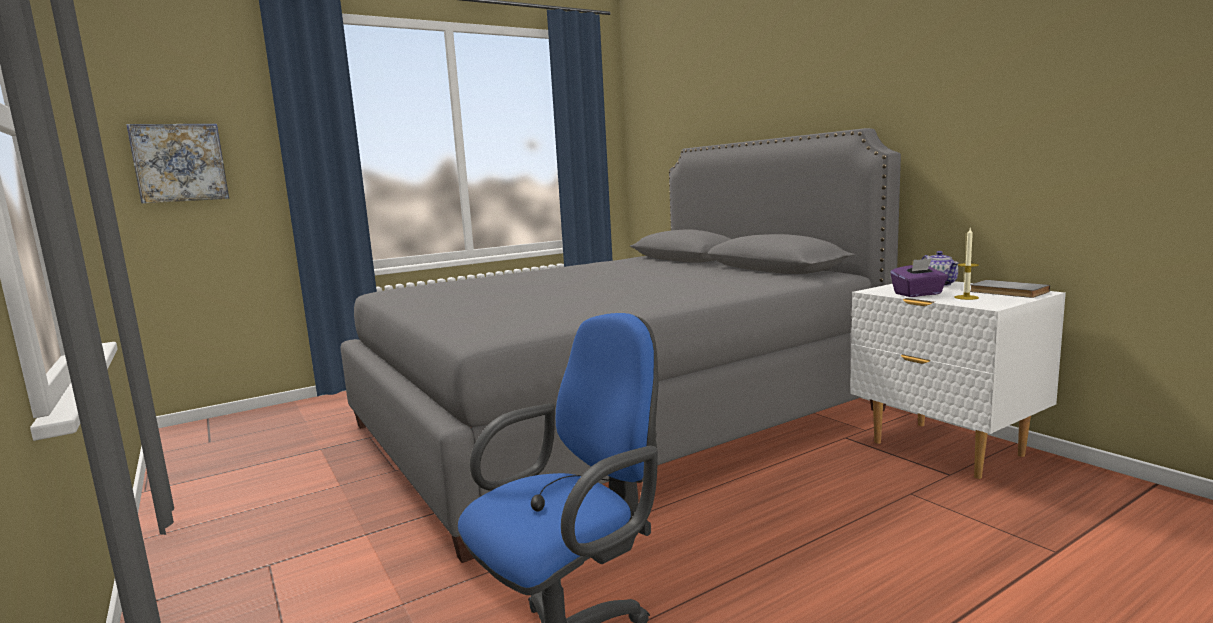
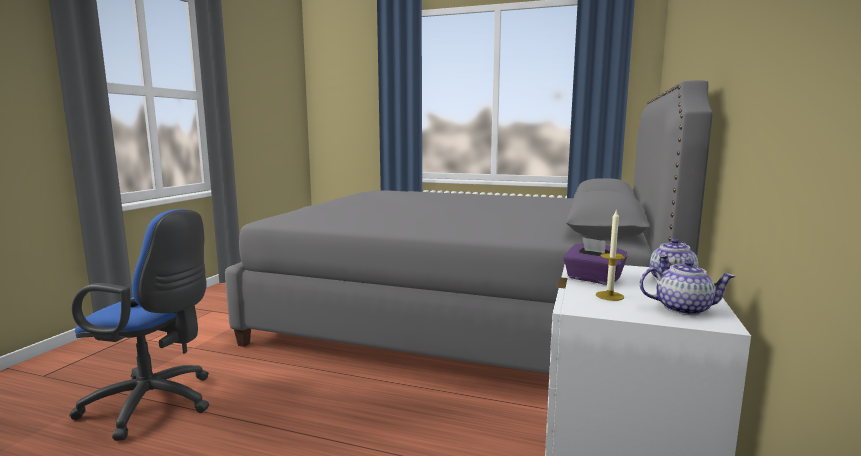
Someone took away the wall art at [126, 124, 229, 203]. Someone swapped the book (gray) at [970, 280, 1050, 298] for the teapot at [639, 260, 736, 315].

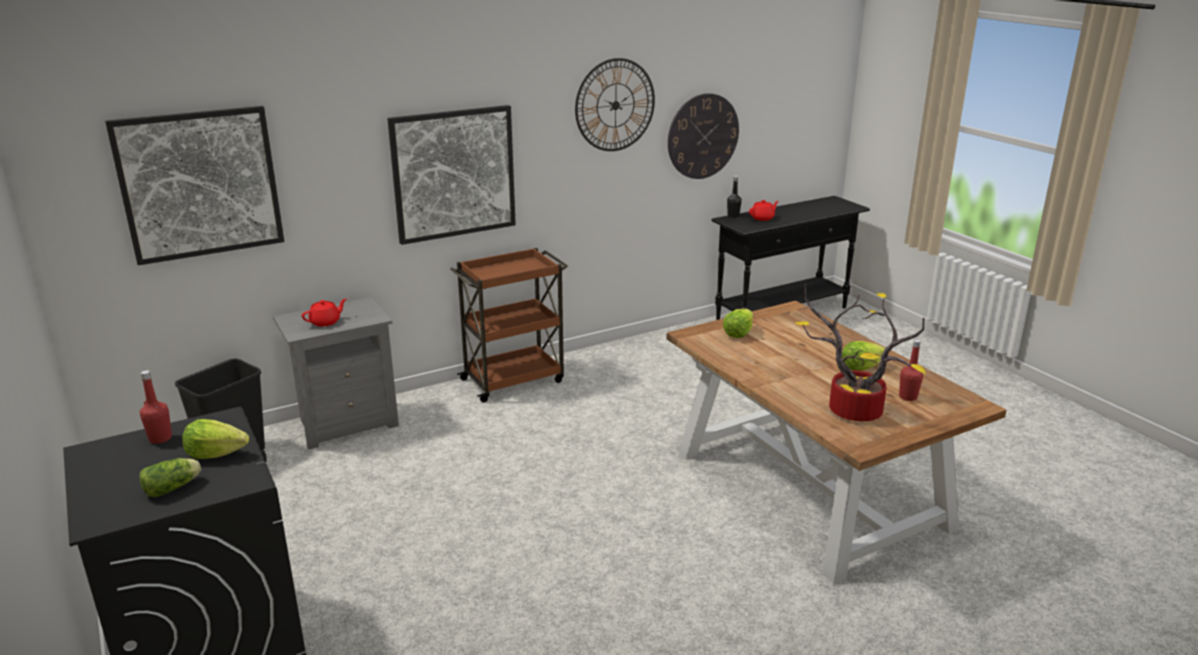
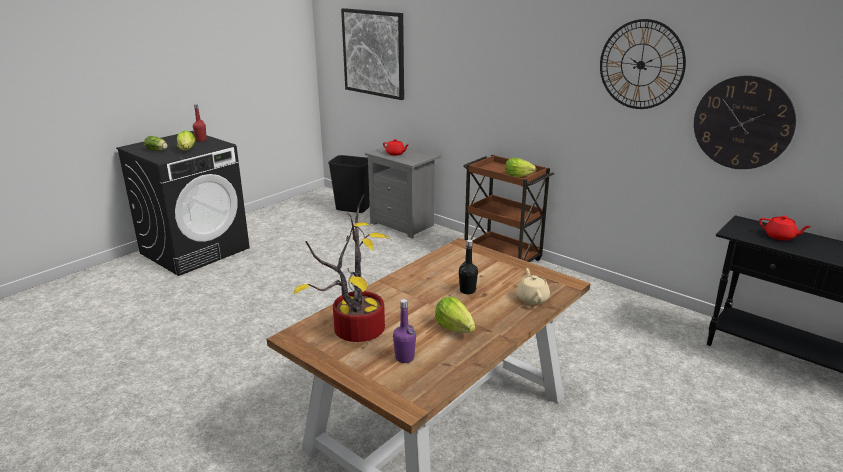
Someone took away the wall art at [387, 105, 516, 245]. Someone carried the head of lettuce from [723, 309, 753, 338] to [505, 158, 536, 177]. Someone carried the beverage bottle (black-coloured) from [727, 176, 742, 218] to [459, 240, 478, 294]. Someone repainted the beverage bottle (red-coloured) at [899, 340, 923, 401], which became the beverage bottle (purple-coloured) at [393, 299, 416, 363]. Someone put down the teapot (sand-coloured) at [517, 268, 550, 305].

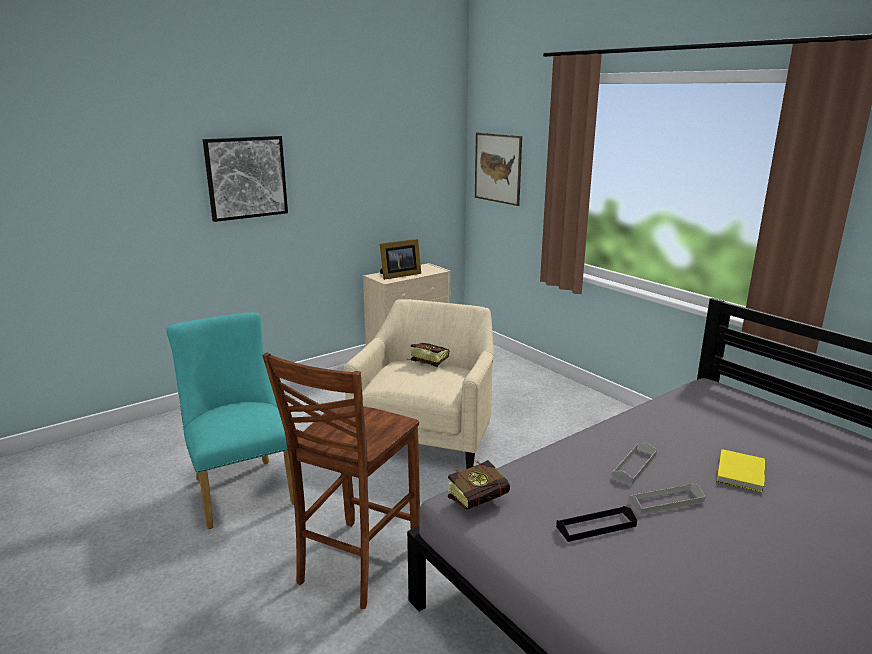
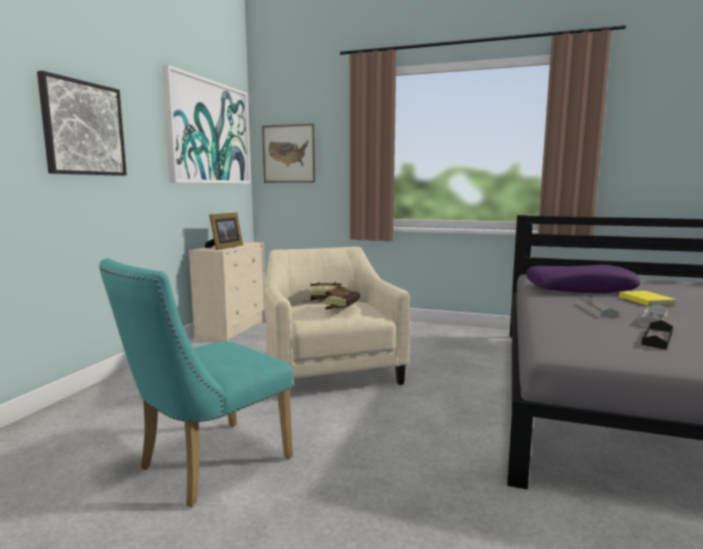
Someone rotated the chair (turquoise-coloured) at [166, 313, 294, 529] by 75 degrees counterclockwise. Someone took away the chair (brown) at [262, 352, 420, 609]. Someone carried the book from [448, 460, 510, 510] to [325, 286, 360, 309]. Someone put up the wall art at [161, 65, 251, 184]. Someone put down the pillow (purple-coloured) at [526, 265, 640, 293].

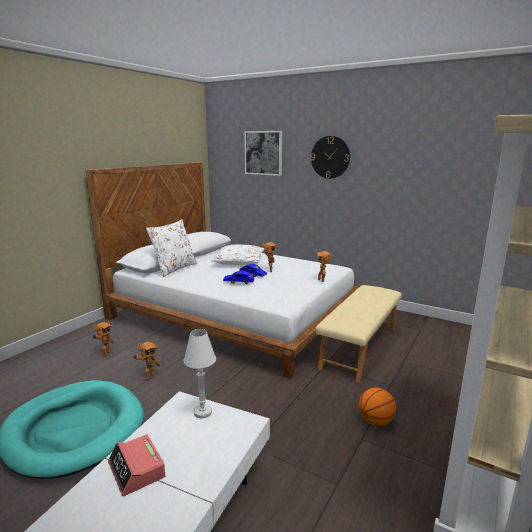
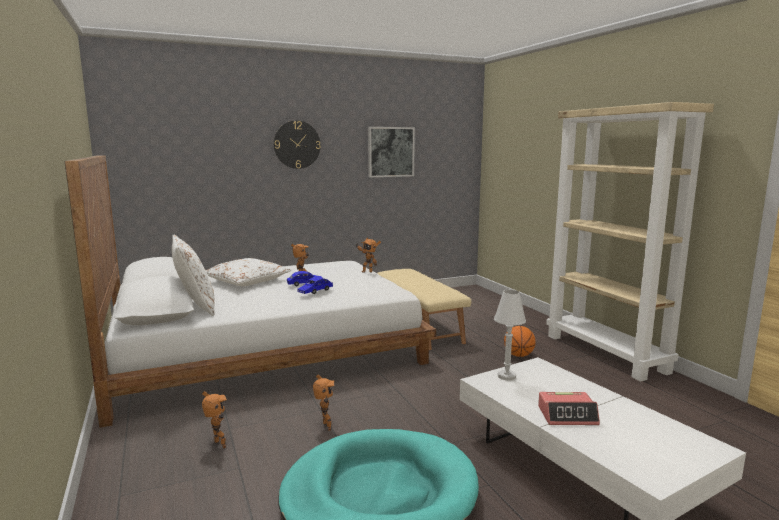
Someone carried the wall art from [244, 131, 282, 176] to [368, 127, 415, 177].

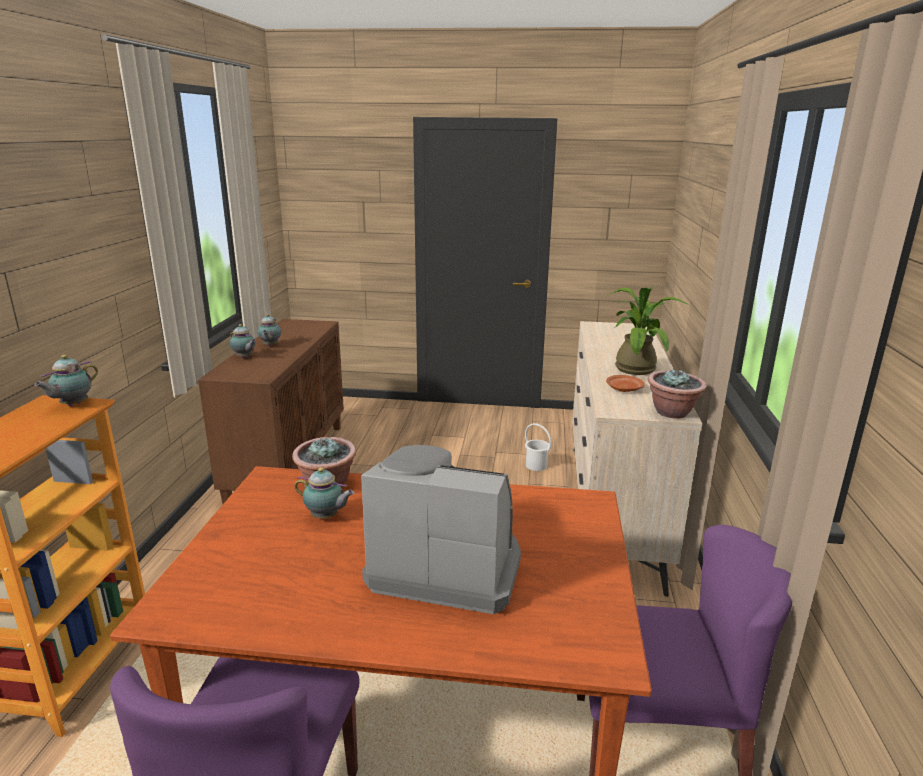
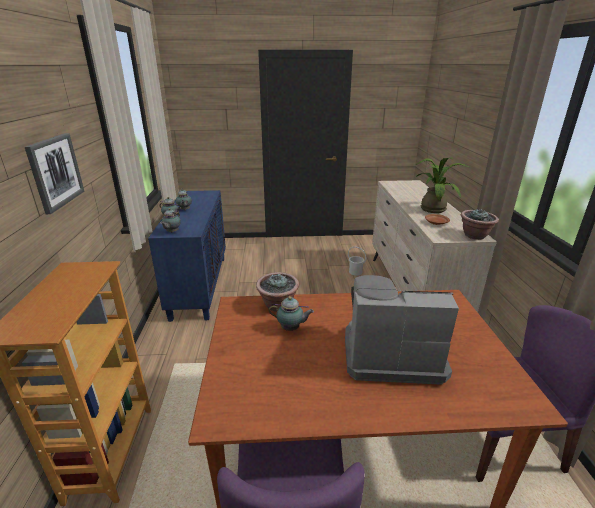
Someone carried the teapot from [34, 355, 98, 406] to [160, 208, 181, 233]. Someone repainted the storage cabinet (brown) at [198, 319, 344, 504], which became the storage cabinet (bluish) at [148, 190, 226, 322]. Someone put up the wall art at [25, 133, 84, 214].

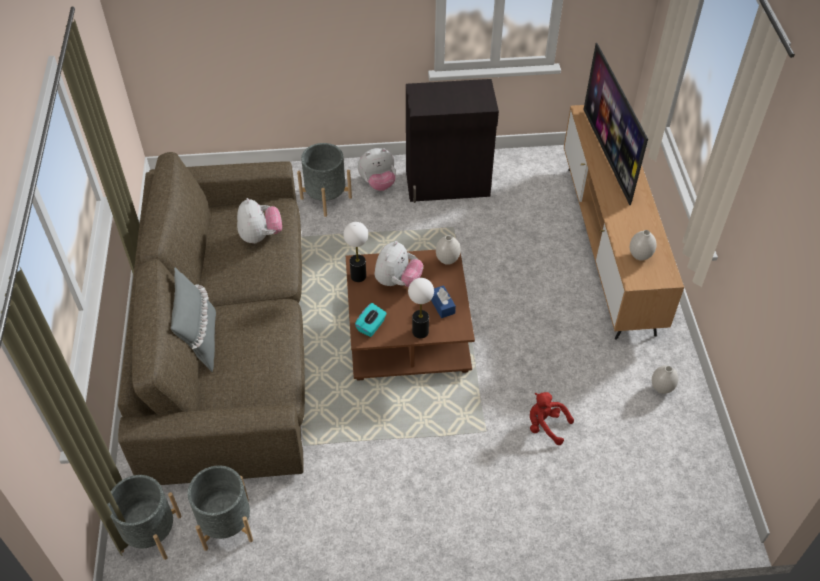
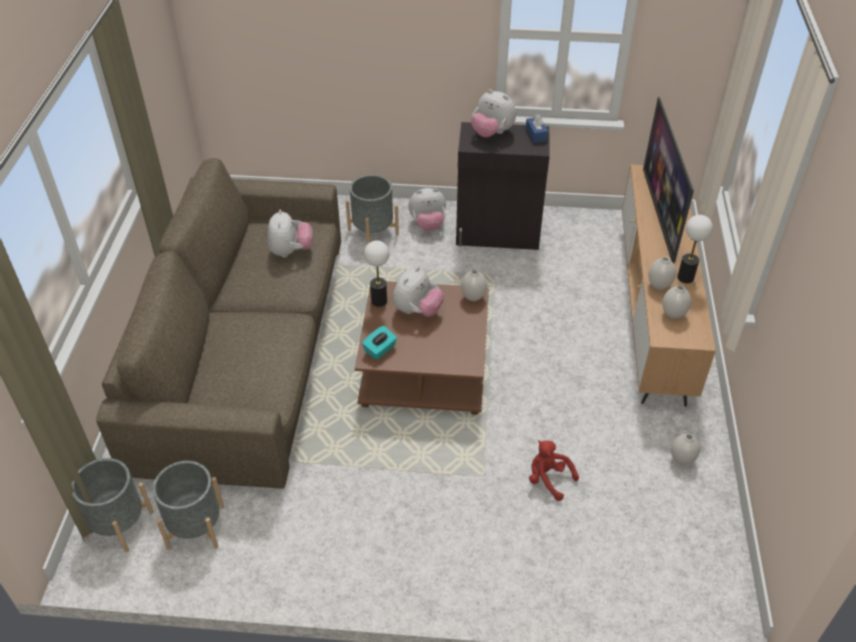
Someone took away the pillow (gray) at [171, 267, 216, 372]. Someone carried the table lamp from [408, 278, 434, 338] to [677, 215, 713, 283]. Someone carried the box of tissues (bluish) from [431, 285, 456, 318] to [526, 114, 548, 143]. Someone put down the soft toy at [471, 89, 516, 137]. Someone put down the flower vase (white) at [648, 256, 676, 290].

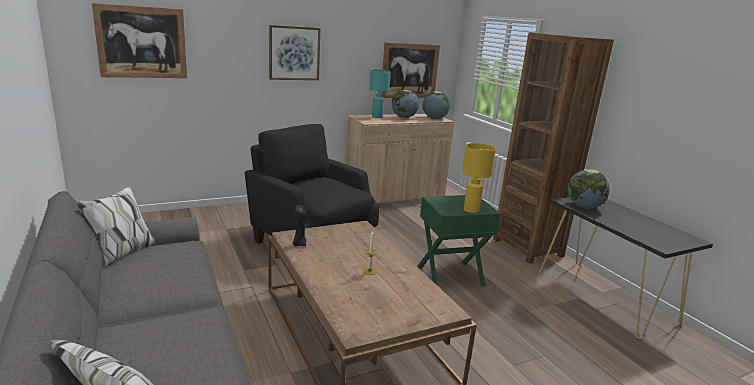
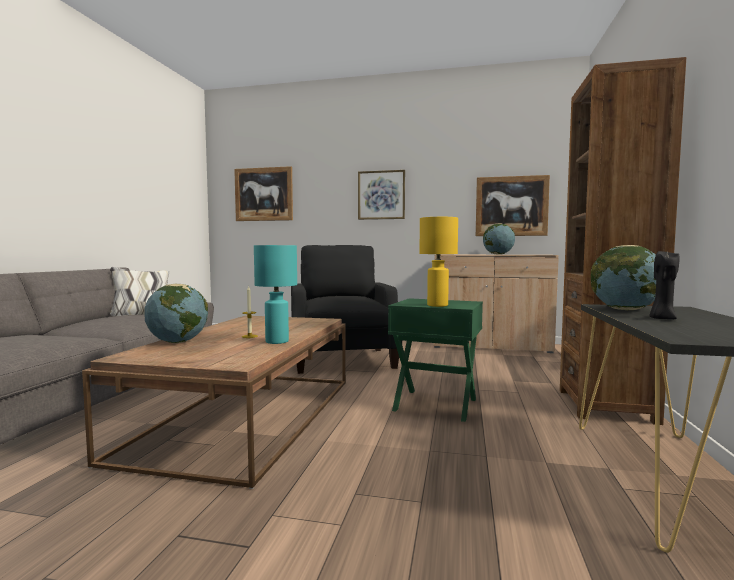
Someone carried the candle (black-coloured) from [293, 205, 307, 246] to [649, 249, 680, 319]. Someone carried the table lamp (turquoise-coloured) from [369, 69, 391, 118] to [254, 245, 297, 344]. Someone carried the desk globe from [422, 91, 450, 119] to [144, 284, 208, 343].

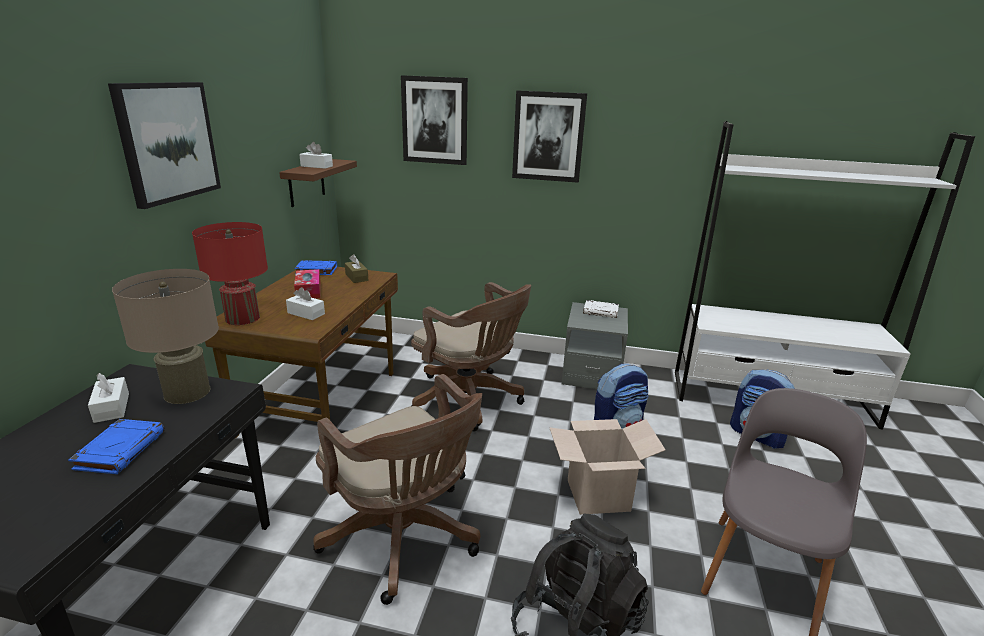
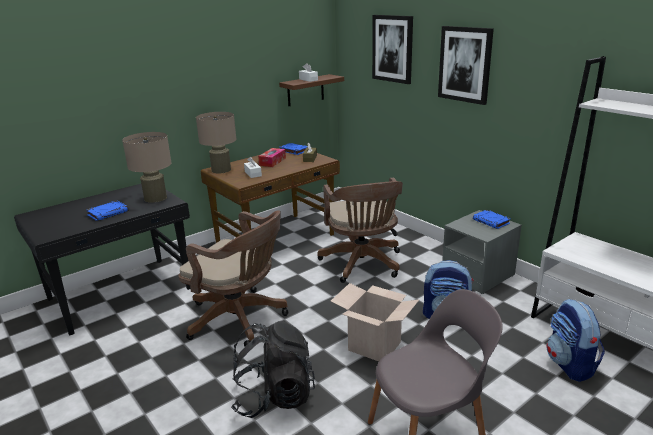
Someone took away the box of tissues (white) at [88, 373, 129, 423]. Someone took away the wall art at [108, 82, 221, 209]. Someone repainted the table lamp (red-coloured) at [192, 222, 268, 325], which became the table lamp (sand-coloured) at [196, 112, 236, 173]. Someone rotated the computer chair (brown) at [313, 374, 482, 605] by 60 degrees counterclockwise. Someone repainted the book (white) at [583, 300, 619, 318], which became the book (bluish) at [473, 210, 511, 229].

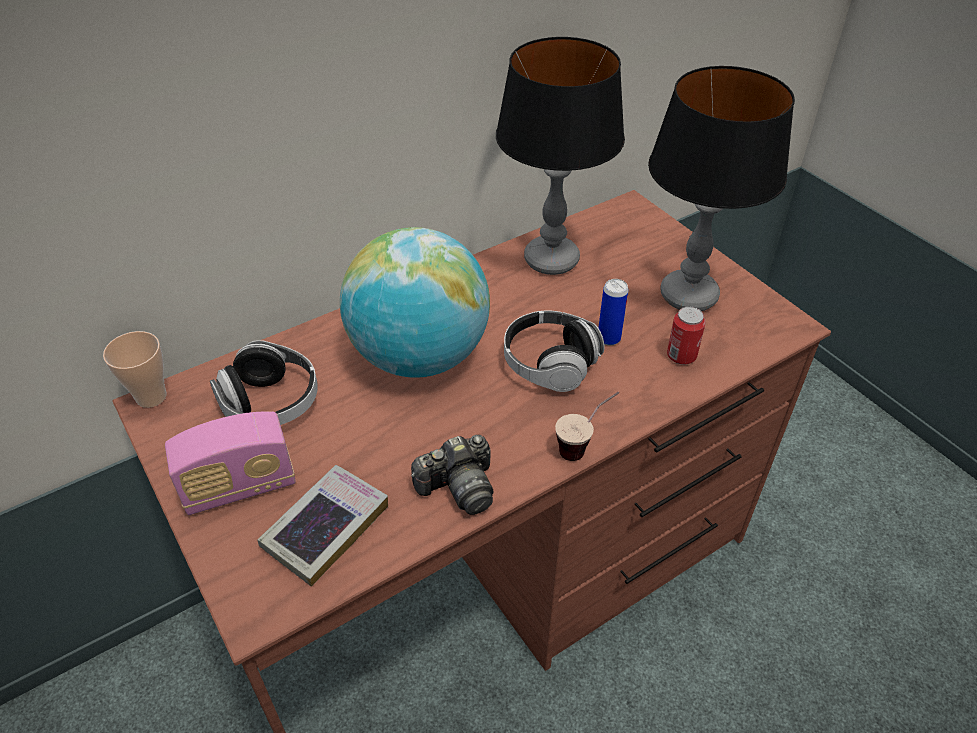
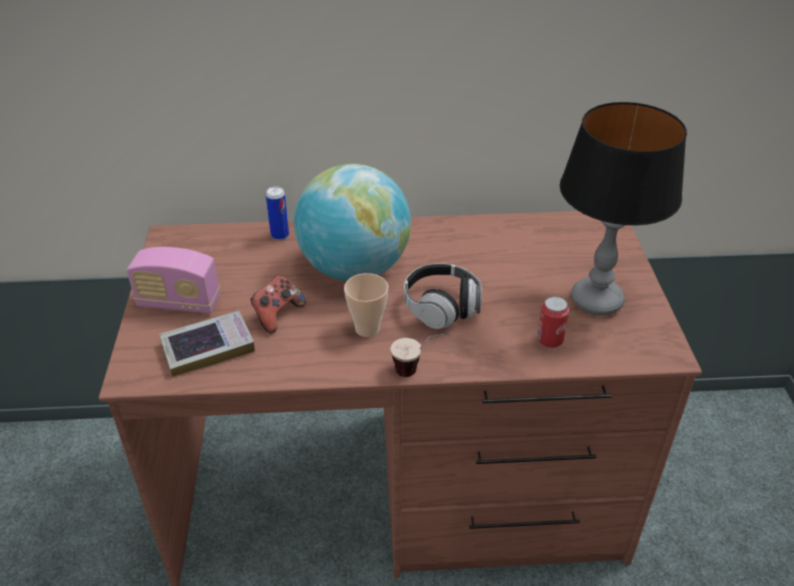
Someone carried the drinking cup from [103, 331, 167, 408] to [344, 273, 389, 337]. Someone took away the headset at [210, 340, 318, 425]. Someone took away the still camera at [411, 435, 494, 515]. Someone took away the table lamp at [496, 37, 625, 275]. Someone carried the metal can from [598, 279, 629, 346] to [266, 186, 289, 240]. Someone put down the joypad at [250, 276, 306, 334].

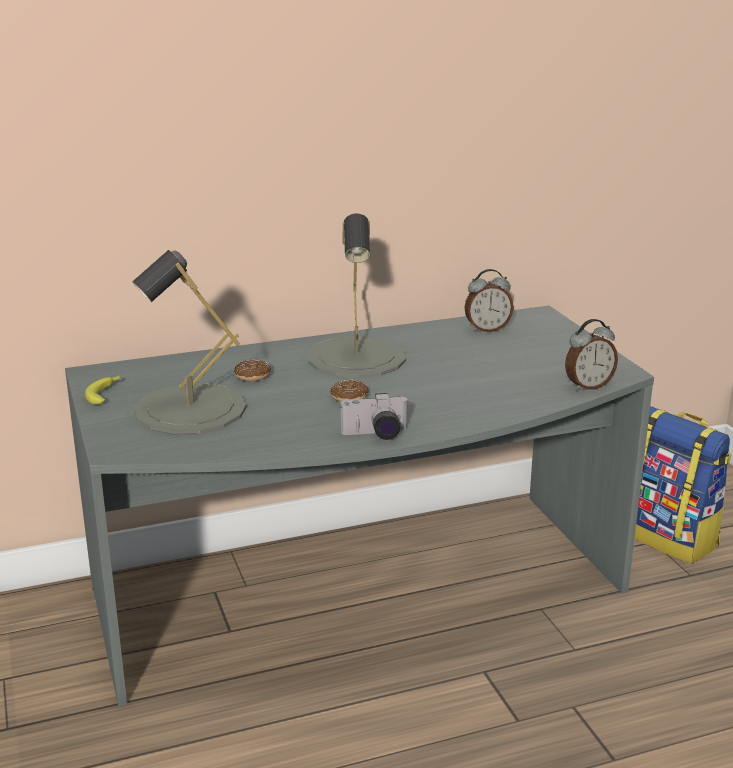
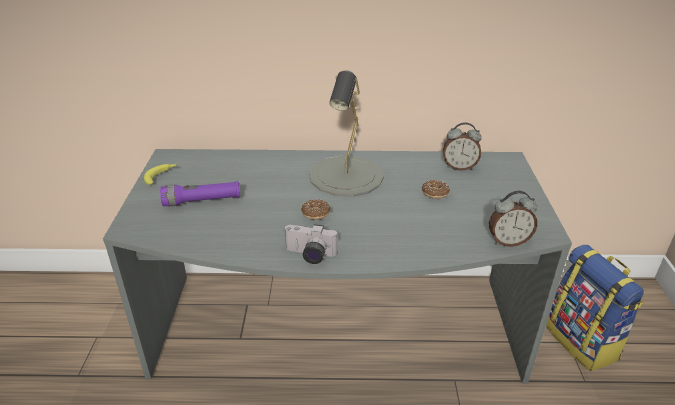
Someone swapped the table lamp (gray) at [132, 250, 247, 434] for the torch (purple-coloured) at [160, 181, 240, 206]. Someone carried the ring doughnut from [234, 360, 271, 381] to [422, 180, 450, 199].

